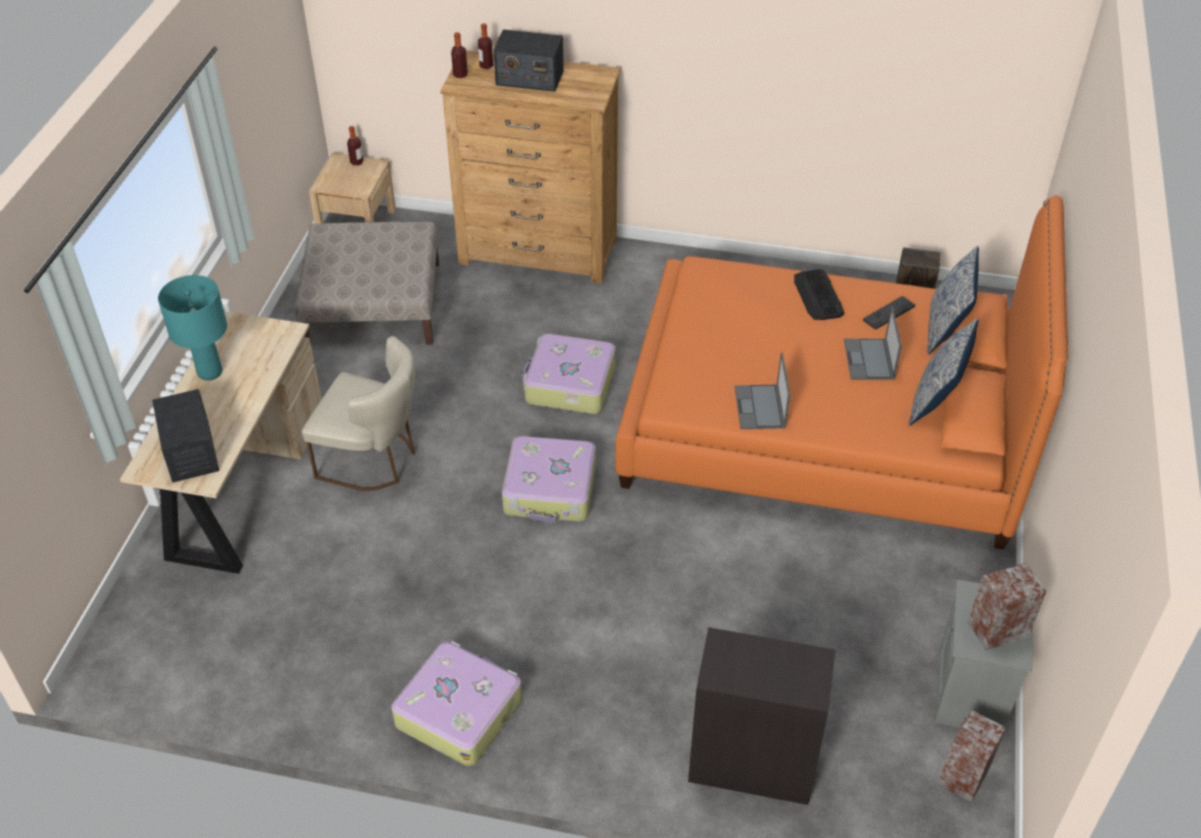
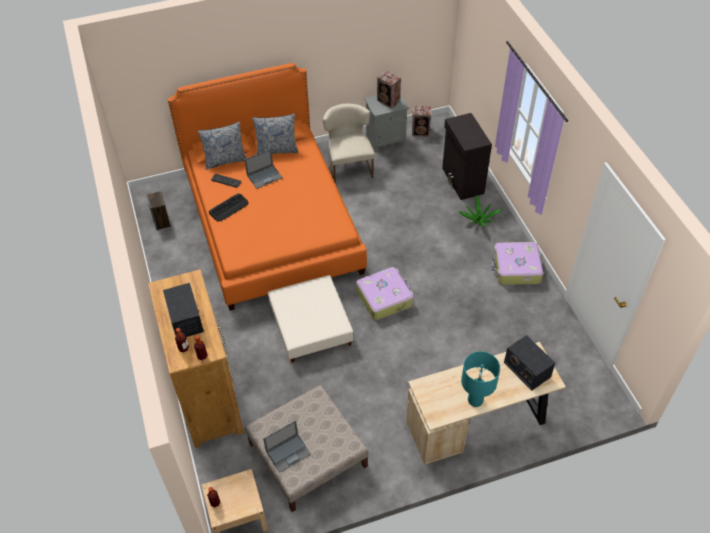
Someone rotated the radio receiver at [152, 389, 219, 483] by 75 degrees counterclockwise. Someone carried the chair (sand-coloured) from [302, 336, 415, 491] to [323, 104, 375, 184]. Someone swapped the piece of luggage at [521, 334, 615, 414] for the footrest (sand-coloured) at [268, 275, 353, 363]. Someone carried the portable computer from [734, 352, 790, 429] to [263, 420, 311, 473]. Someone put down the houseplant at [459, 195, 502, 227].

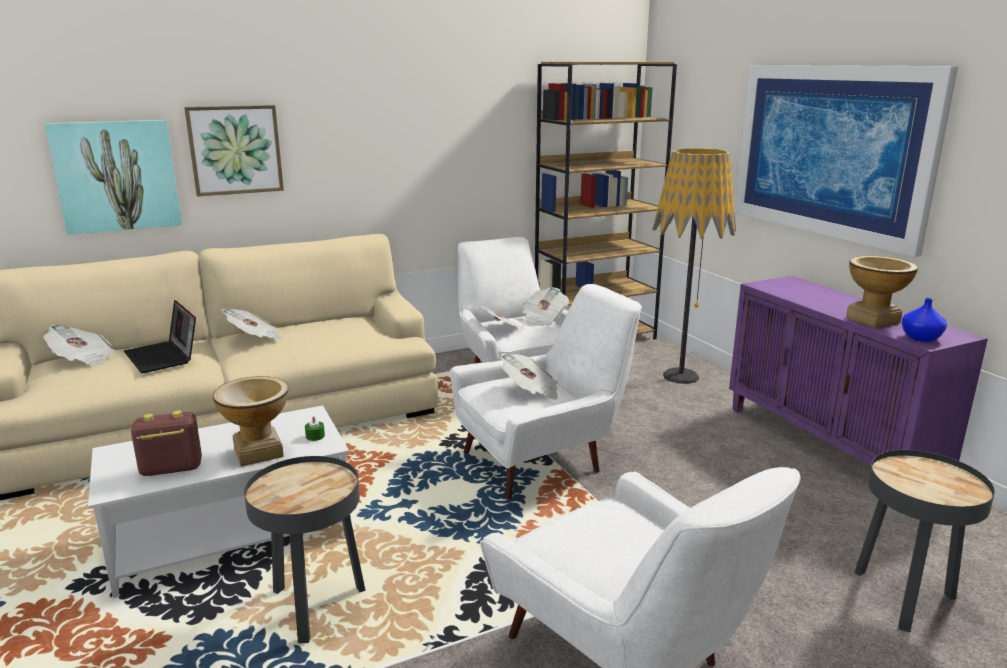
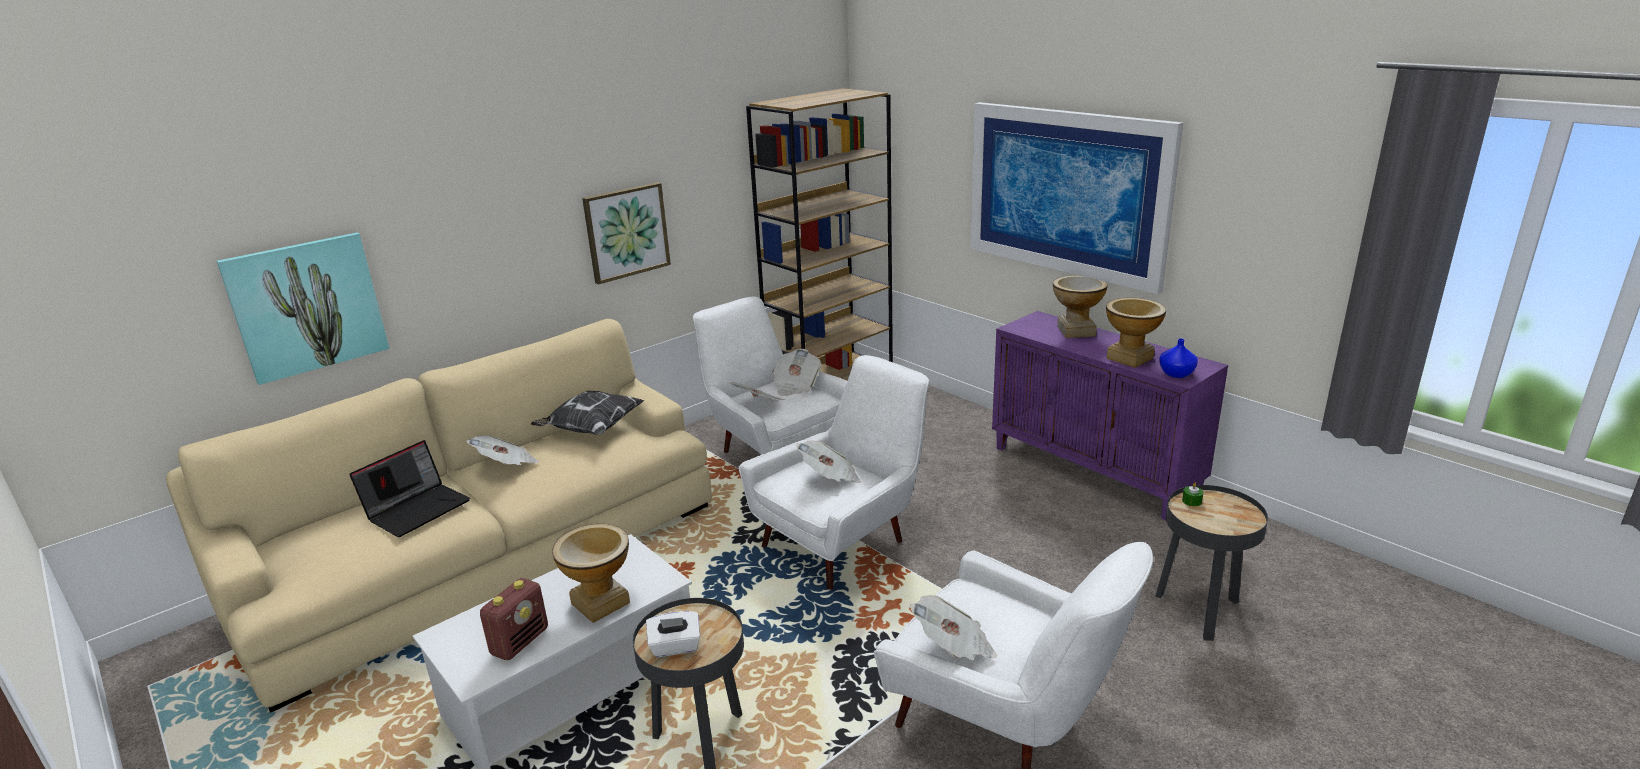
Someone carried the printed paper from [43, 325, 116, 366] to [910, 595, 998, 660]. Someone rotated the portable computer at [124, 300, 196, 373] by 90 degrees counterclockwise. Someone rotated the radio receiver at [131, 411, 202, 476] by 150 degrees clockwise. Someone carried the wall art from [184, 105, 284, 196] to [582, 182, 671, 285]. Someone carried the candle (green) from [305, 416, 325, 441] to [1182, 482, 1204, 507]. Someone took away the standard lamp at [652, 148, 736, 384]. Someone put down the pillow at [531, 391, 645, 435]. Someone put down the box of tissues (white) at [646, 611, 700, 657]. Someone put down the flower vase at [1053, 275, 1108, 338].

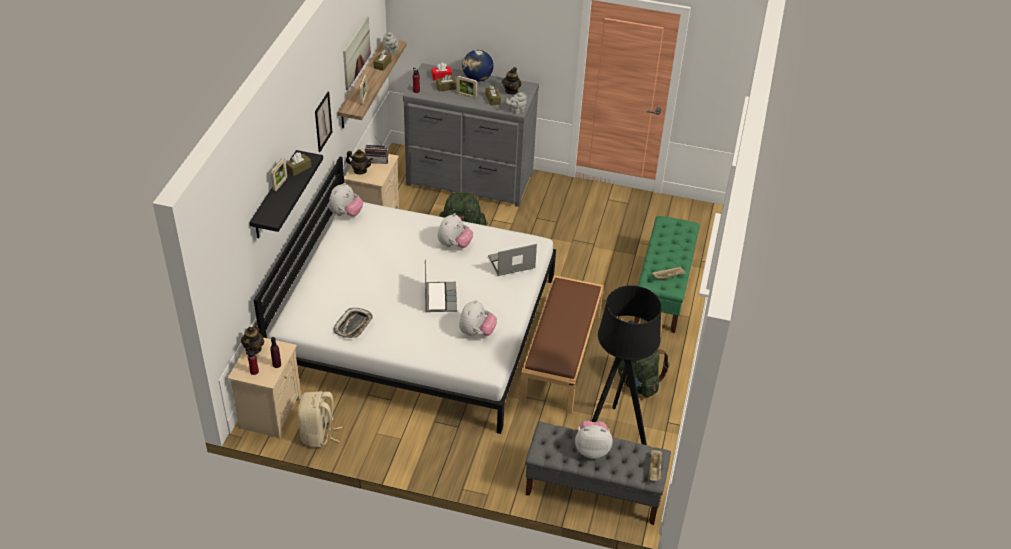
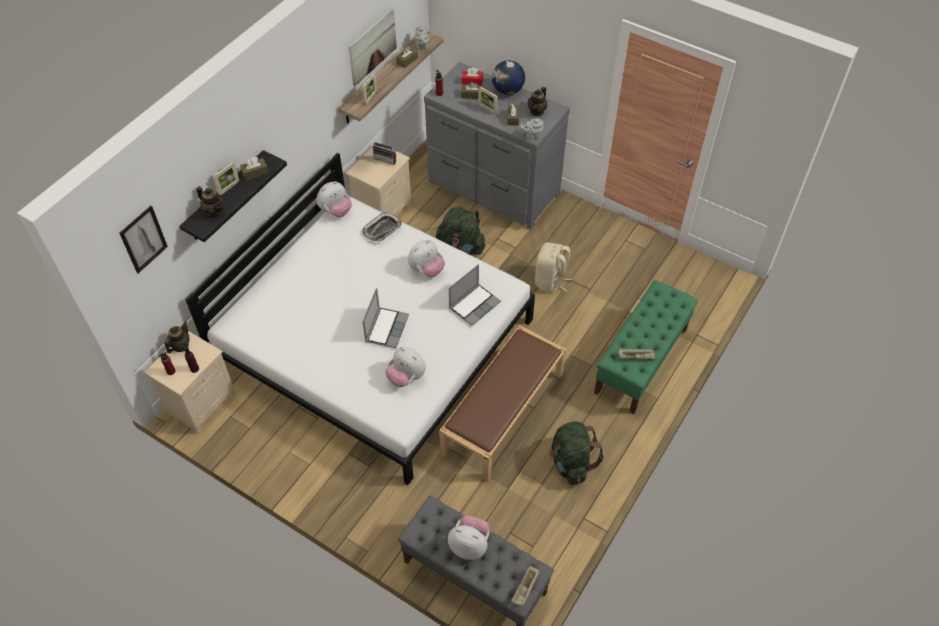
Someone carried the knapsack (sand-coloured) from [298, 391, 342, 447] to [535, 242, 572, 292]. Someone carried the wall art from [315, 92, 332, 152] to [119, 206, 168, 273]. Someone carried the tray from [334, 308, 373, 338] to [362, 212, 402, 242]. Someone carried the teapot from [346, 149, 373, 174] to [196, 186, 224, 217]. Someone rotated the soft toy at [459, 300, 497, 336] by 90 degrees clockwise. Someone rotated the portable computer at [488, 244, 537, 276] by 135 degrees clockwise. Someone took away the standard lamp (black-coloured) at [591, 285, 662, 445].

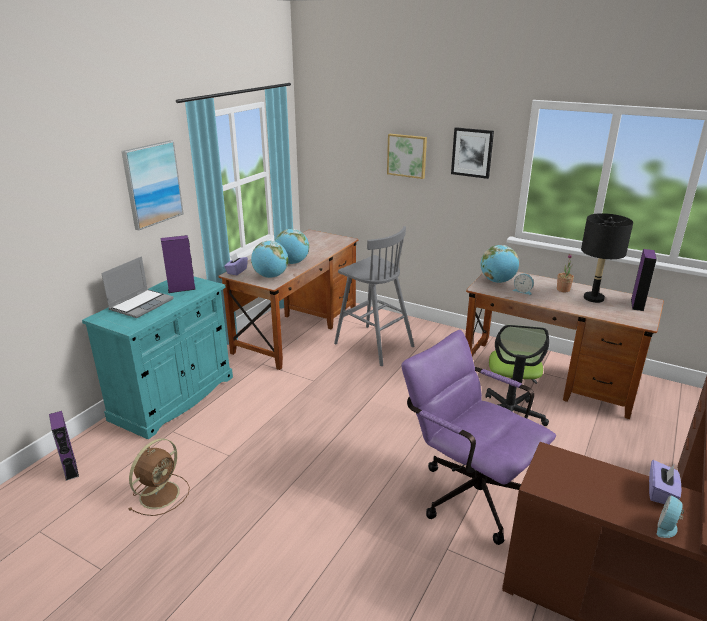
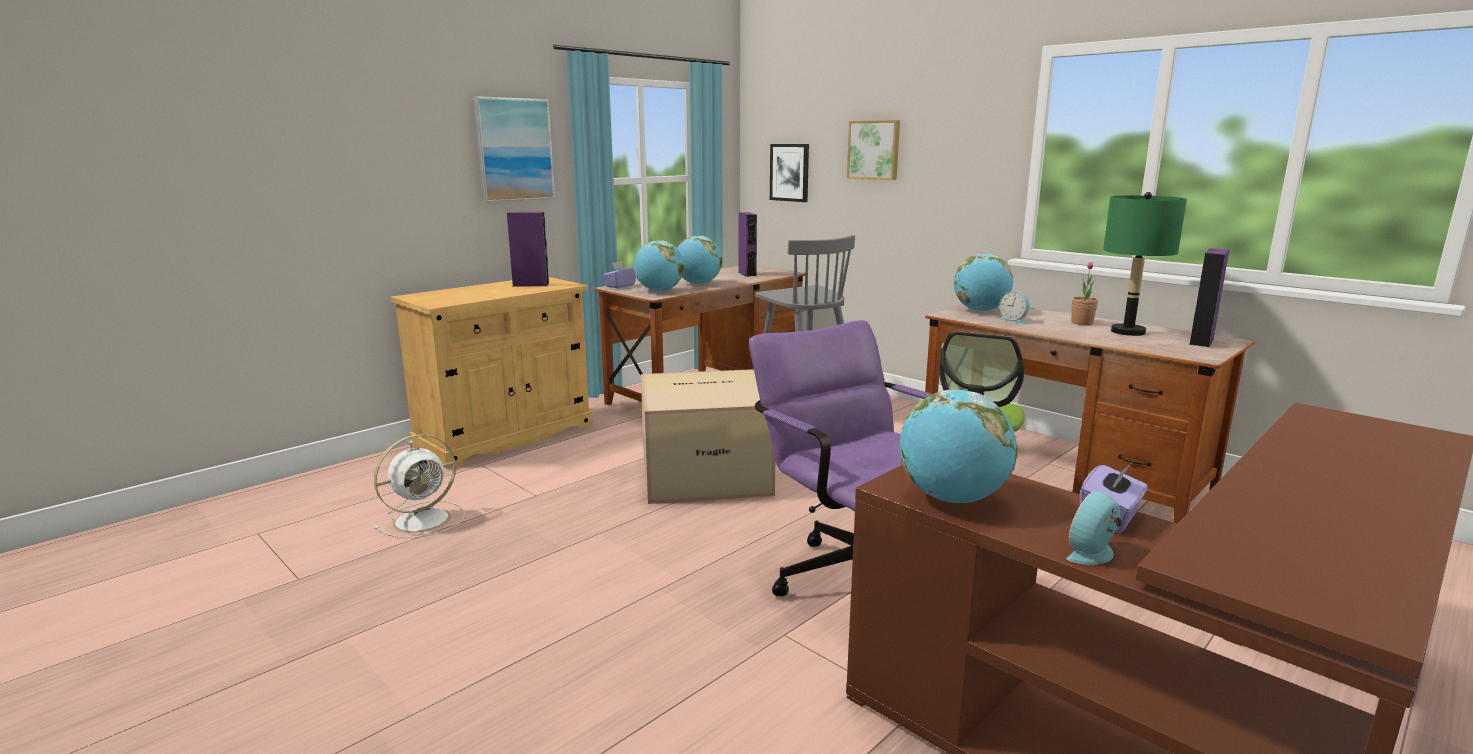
Someone carried the audio speaker (purple-coloured) from [49, 411, 79, 481] to [739, 212, 757, 277]. Someone repainted the storage cabinet (turquoise-coloured) at [82, 277, 233, 439], which became the storage cabinet (sand-coloured) at [391, 277, 593, 469]. Someone took away the portable computer at [101, 256, 174, 318]. Someone repainted the cooling fan (brown) at [129, 438, 190, 516], which became the cooling fan (white) at [374, 434, 465, 538]. Someone carried the wall art from [451, 127, 494, 179] to [770, 144, 809, 202]. Someone repainted the table lamp (black-coloured) at [581, 213, 633, 303], which became the table lamp (green) at [1103, 192, 1187, 336]. Someone put down the packing box at [641, 369, 775, 504]. Someone put down the desk globe at [899, 390, 1018, 503].

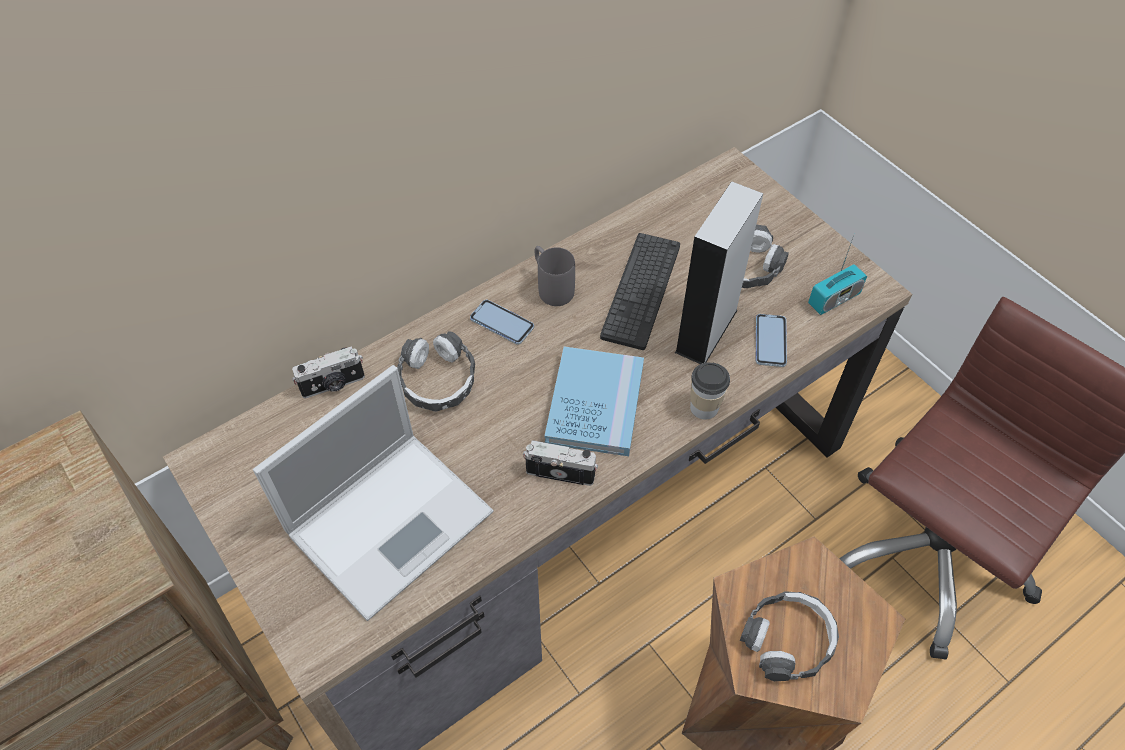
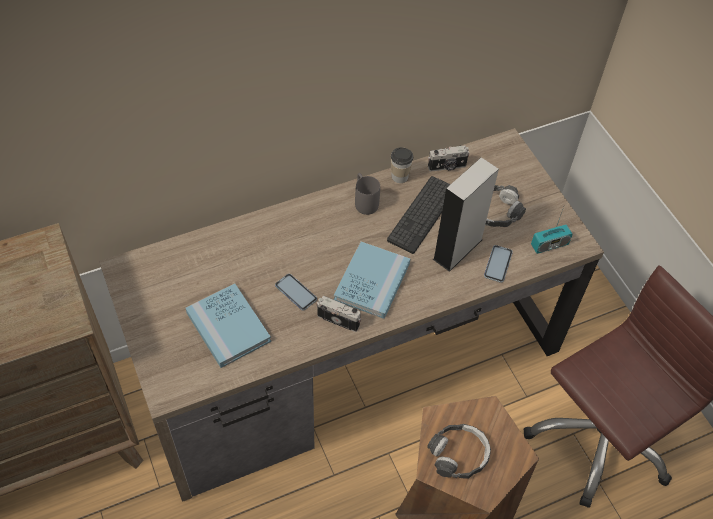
Someone swapped the portable computer at [253, 365, 493, 621] for the book (bluish) at [185, 283, 271, 368]. Someone carried the still camera from [292, 346, 365, 398] to [428, 145, 470, 172]. Someone took away the headset at [397, 331, 475, 412]. Someone carried the handset from [470, 300, 534, 345] to [275, 274, 317, 311]. Someone carried the drinking cup from [690, 362, 730, 419] to [391, 147, 413, 183].

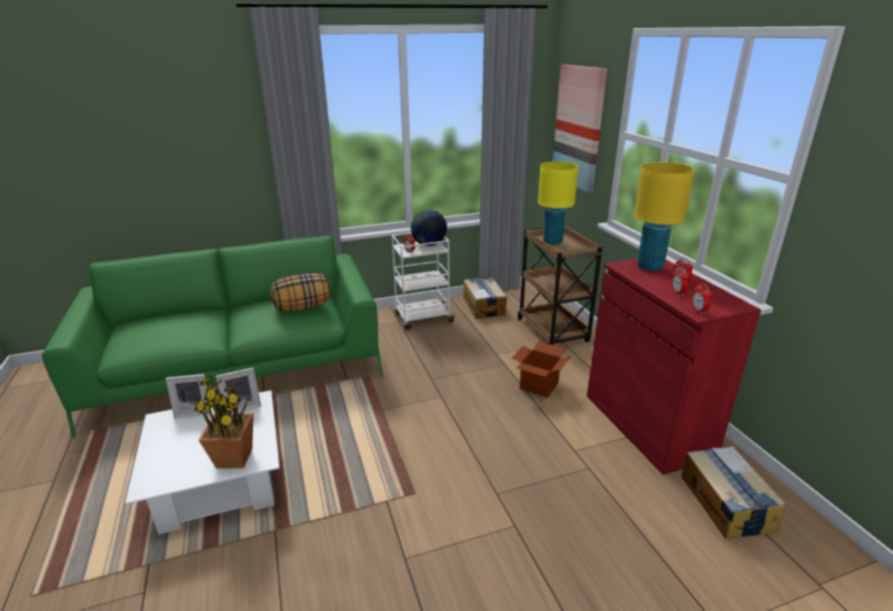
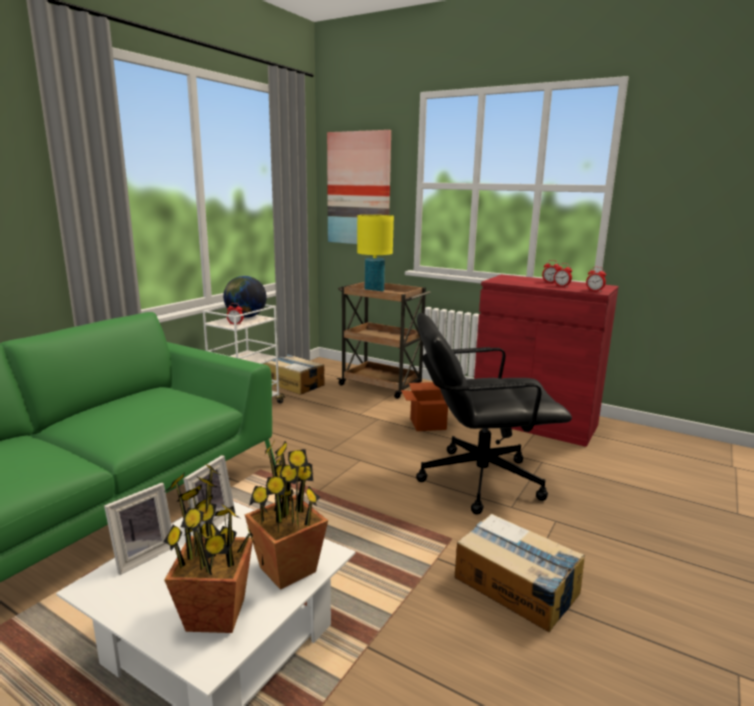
Someone took away the pillow at [271, 273, 330, 312]. Someone took away the table lamp (yellow) at [634, 162, 695, 271]. Someone carried the packing box from [681, 446, 787, 539] to [455, 514, 585, 632]. Someone put down the houseplant at [163, 461, 256, 633]. Someone put down the computer chair (black-coloured) at [416, 313, 572, 515].

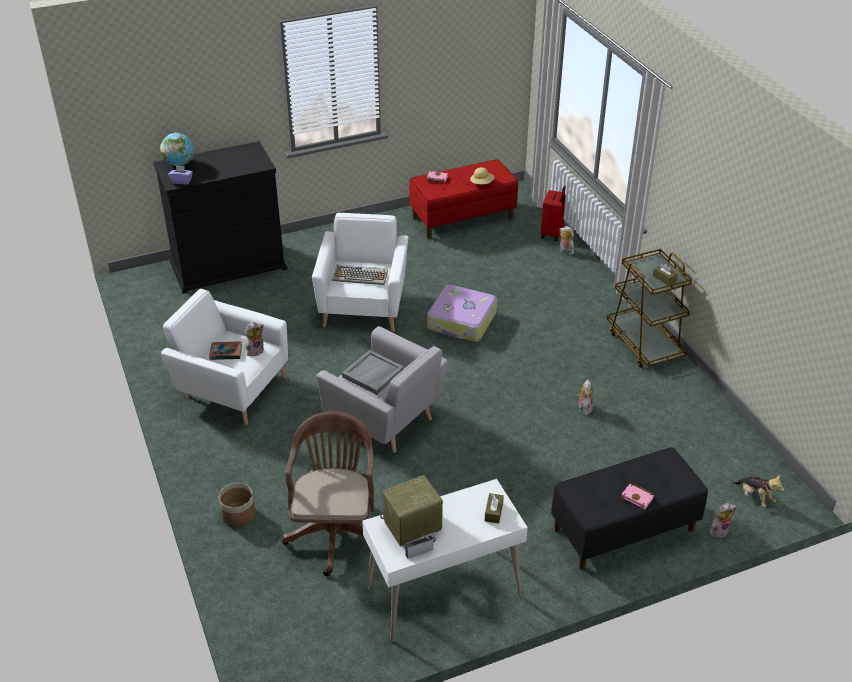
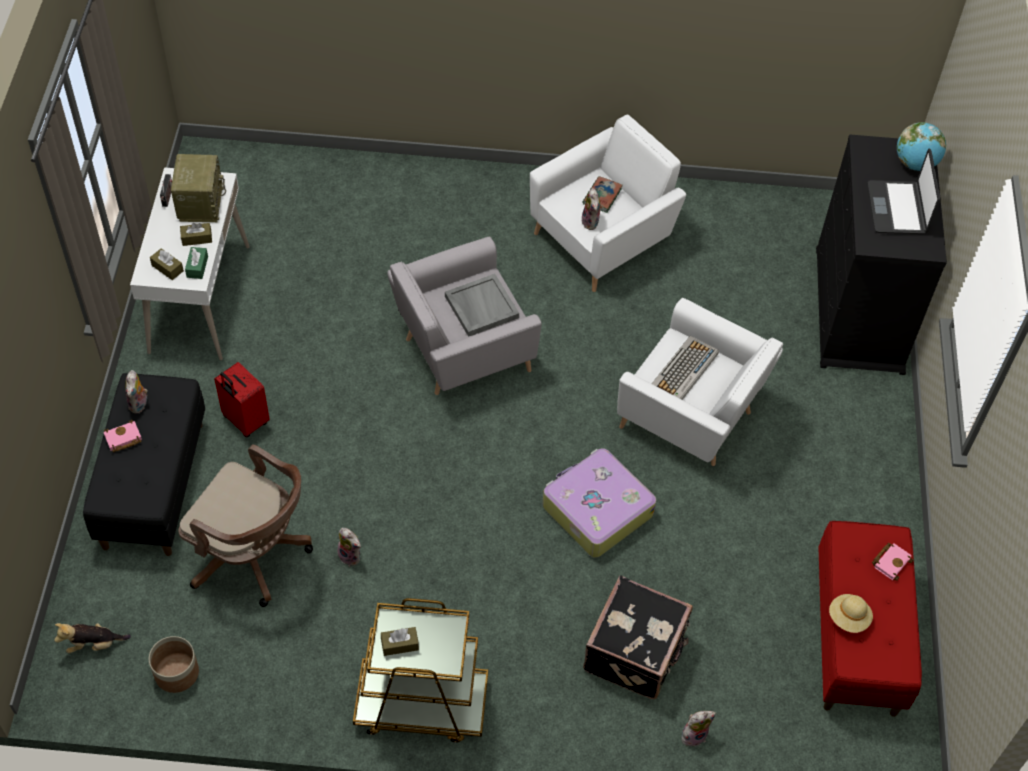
Someone took away the box of tissues (purple-coloured) at [168, 165, 193, 184]. Someone carried the planter from [219, 483, 255, 527] to [149, 636, 199, 693]. Someone carried the computer chair (brown) from [282, 411, 374, 576] to [178, 444, 313, 607]. Someone carried the piece of luggage (red-coloured) from [541, 186, 566, 241] to [214, 362, 270, 437]. Someone carried the soft toy from [710, 503, 736, 538] to [125, 370, 148, 414]. Someone put down the box of tissues (brown) at [180, 223, 212, 246]. Someone put down the box of tissues (green) at [185, 247, 208, 279]. Someone put down the piece of luggage (black-coloured) at [583, 575, 693, 699]. Someone put down the portable computer at [868, 149, 941, 234].

